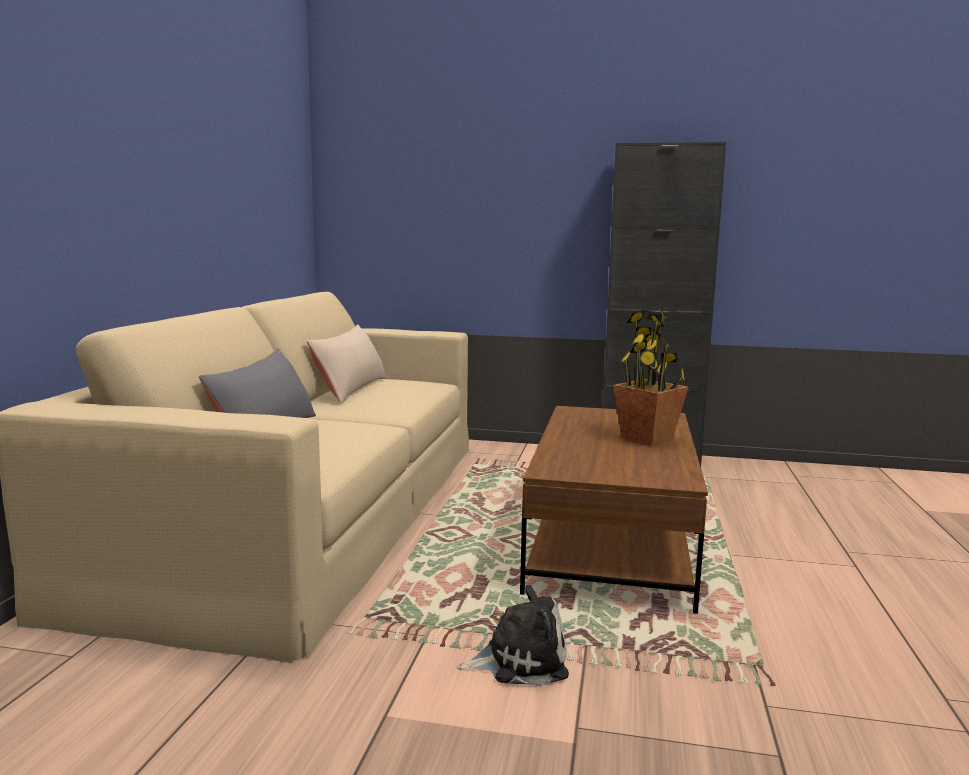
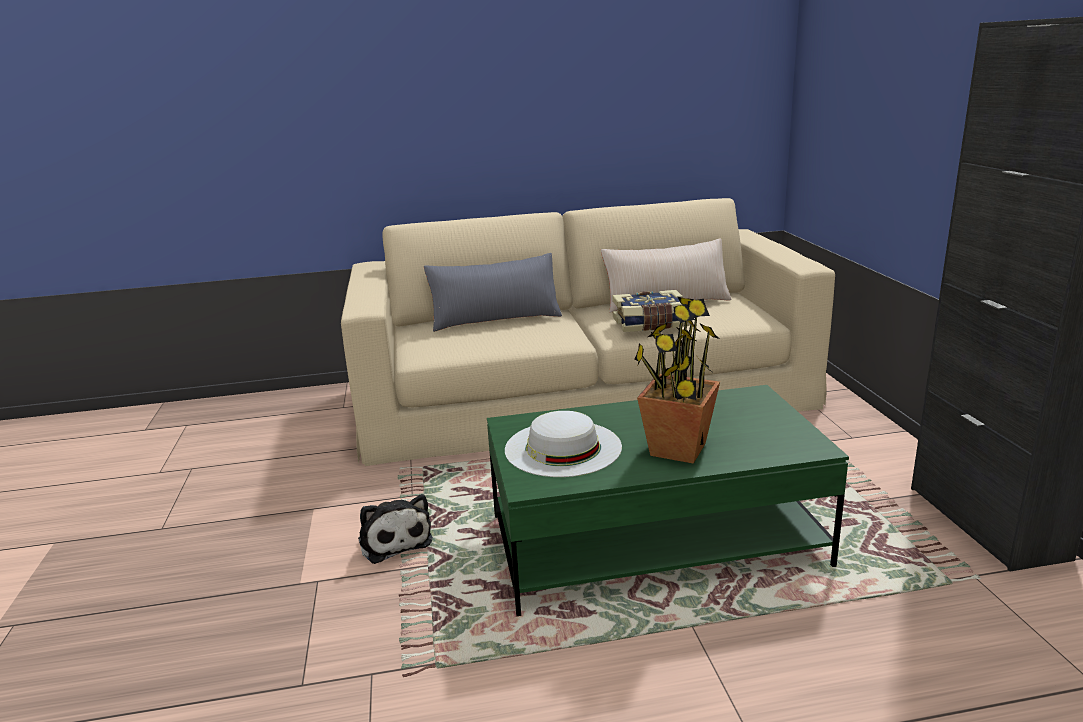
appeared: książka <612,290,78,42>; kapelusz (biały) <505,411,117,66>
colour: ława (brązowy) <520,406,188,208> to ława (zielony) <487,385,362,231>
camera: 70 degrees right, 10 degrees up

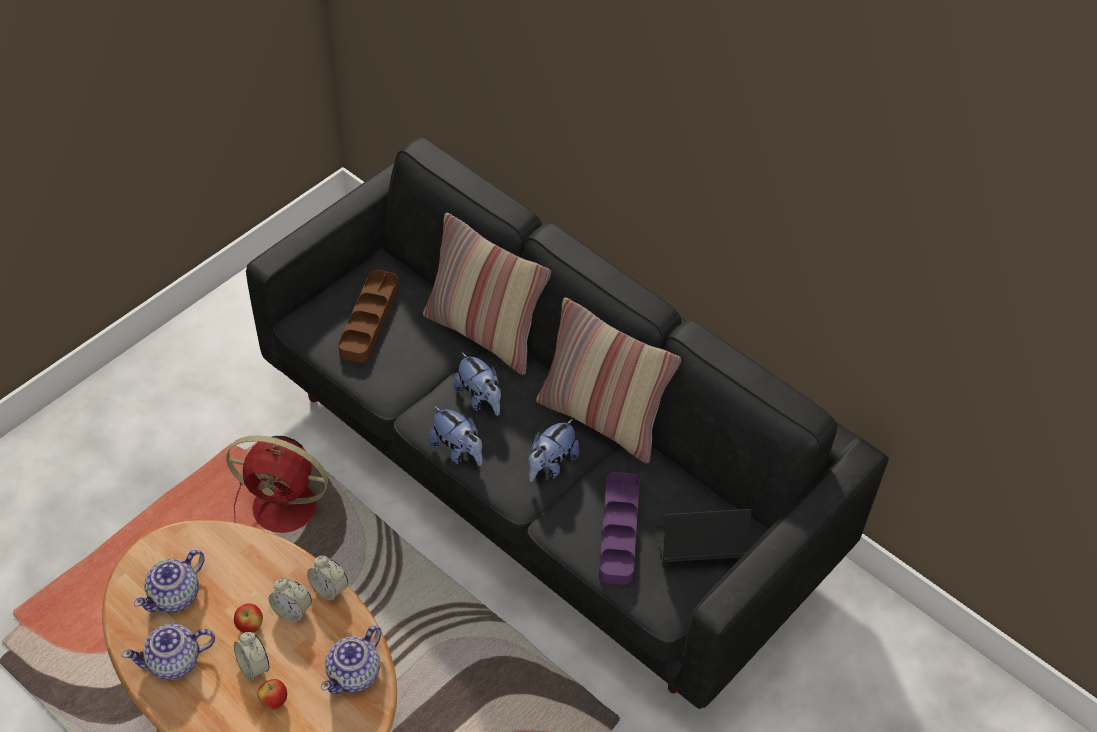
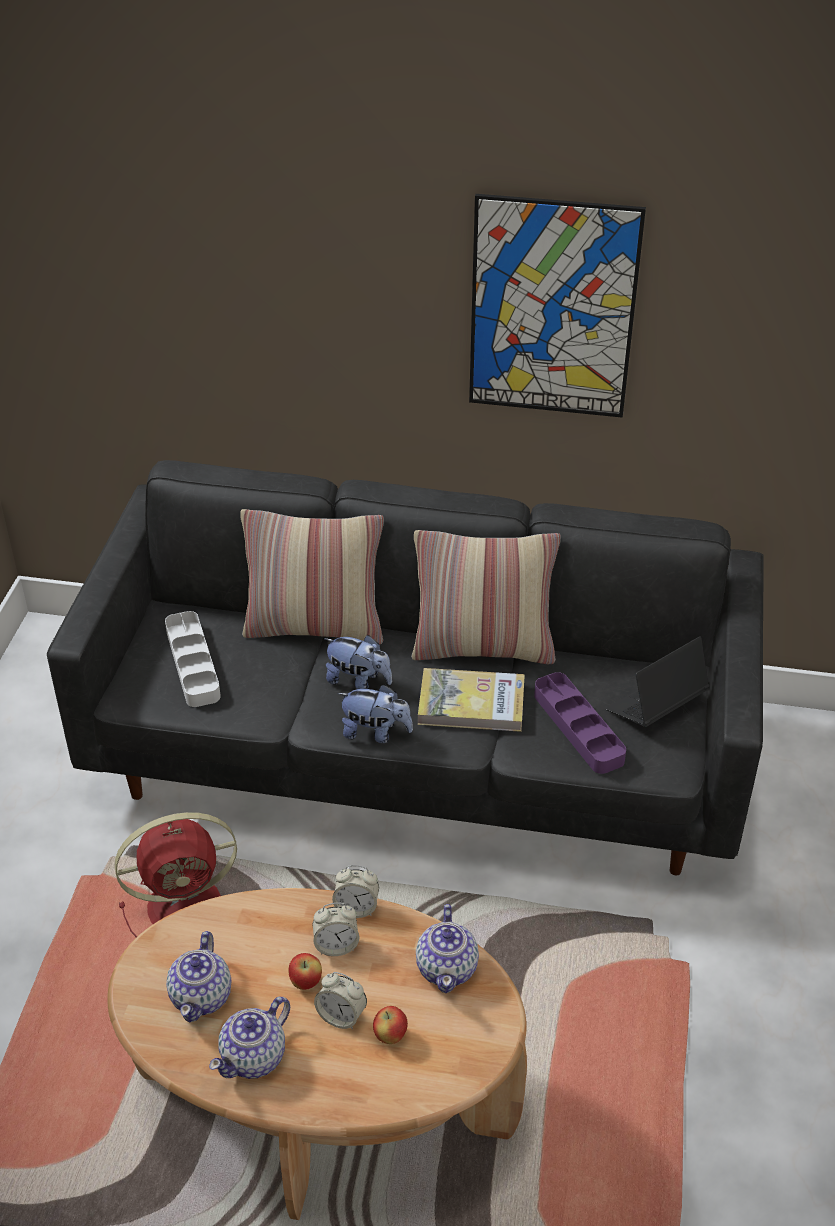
appeared: obraz <469,194,177,223>
exchanged: pluszak <529,419,51,63> to książka <418,668,107,64>
colour: taca (brązowy) <338,270,60,93> to taca (szary) <165,611,56,96>
camera: 30 degrees left, 10 degrees down

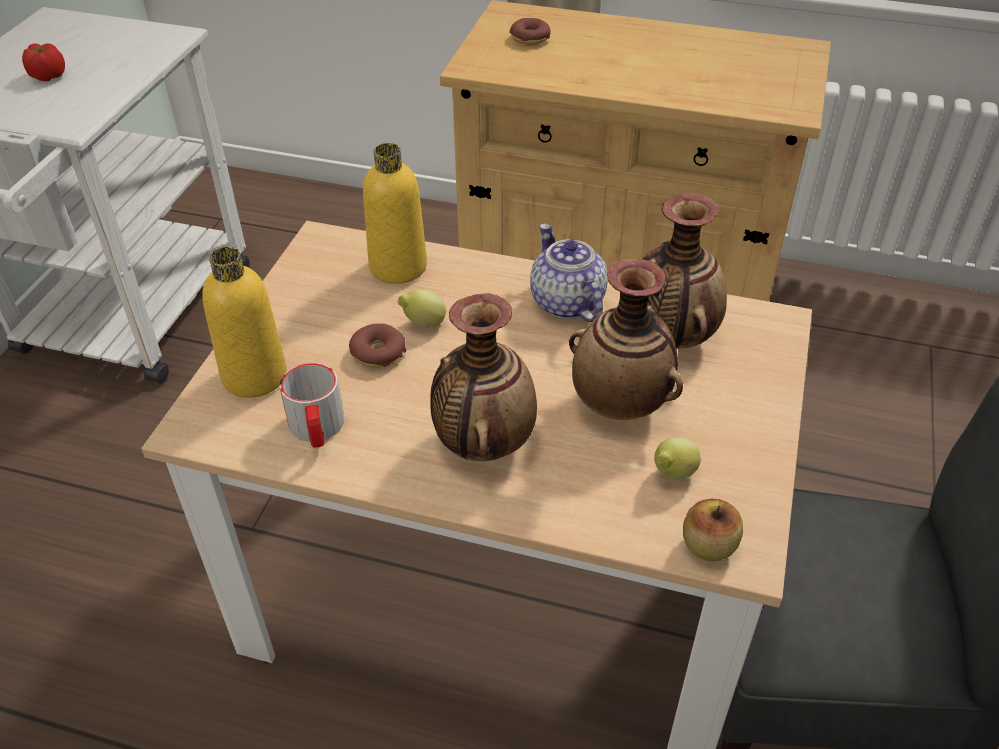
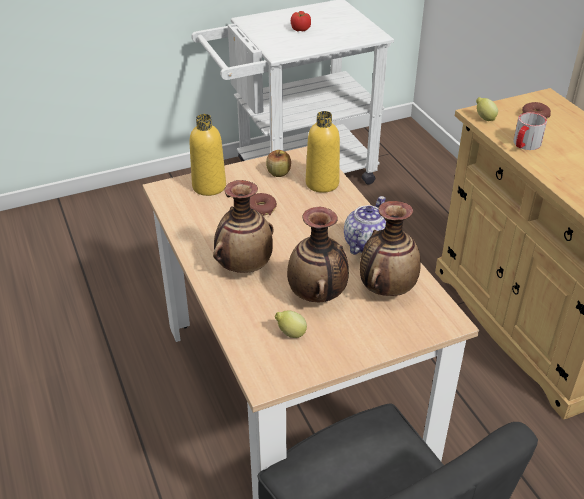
relocated: cytryna <398,290,48,38> to <476,97,22,24>; kubek <280,363,64,85> to <513,112,34,38>; jabłko <683,499,60,62> to <266,150,25,27>
camera: 50 degrees right, 5 degrees down

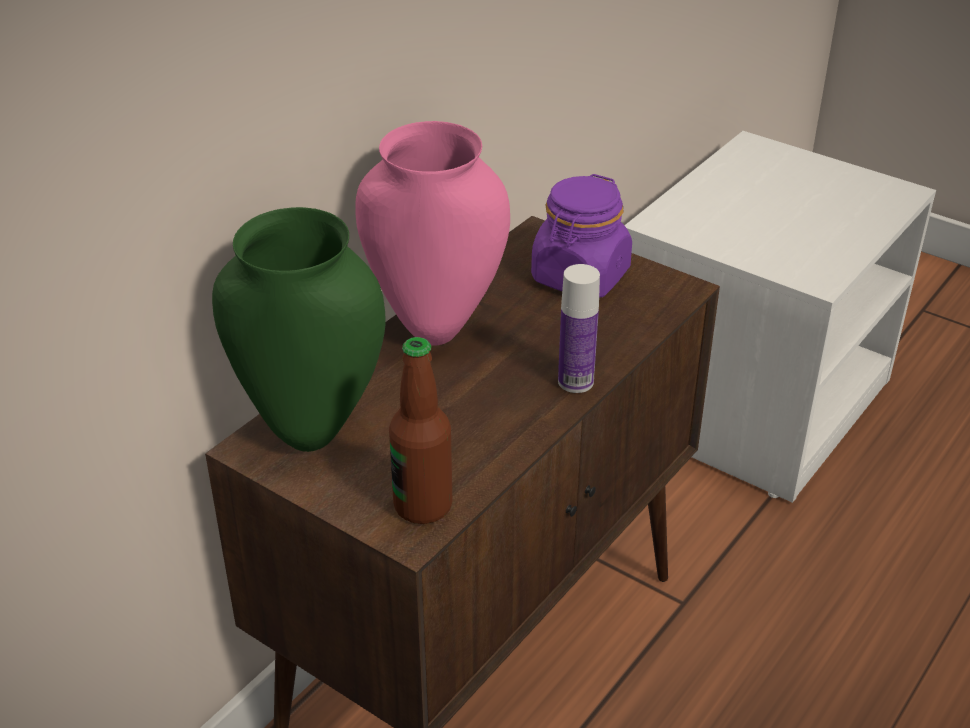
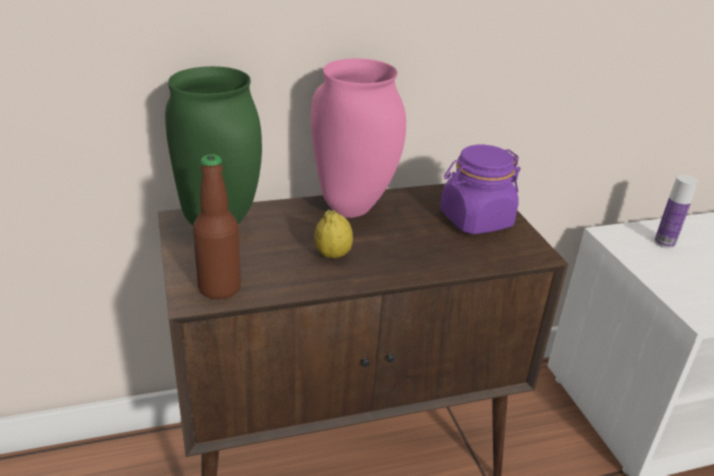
appeared: cytryna <314,210,39,48>
relocated: butelka <558,264,42,129> to <654,175,44,73>
camera: 35 degrees right, 5 degrees down

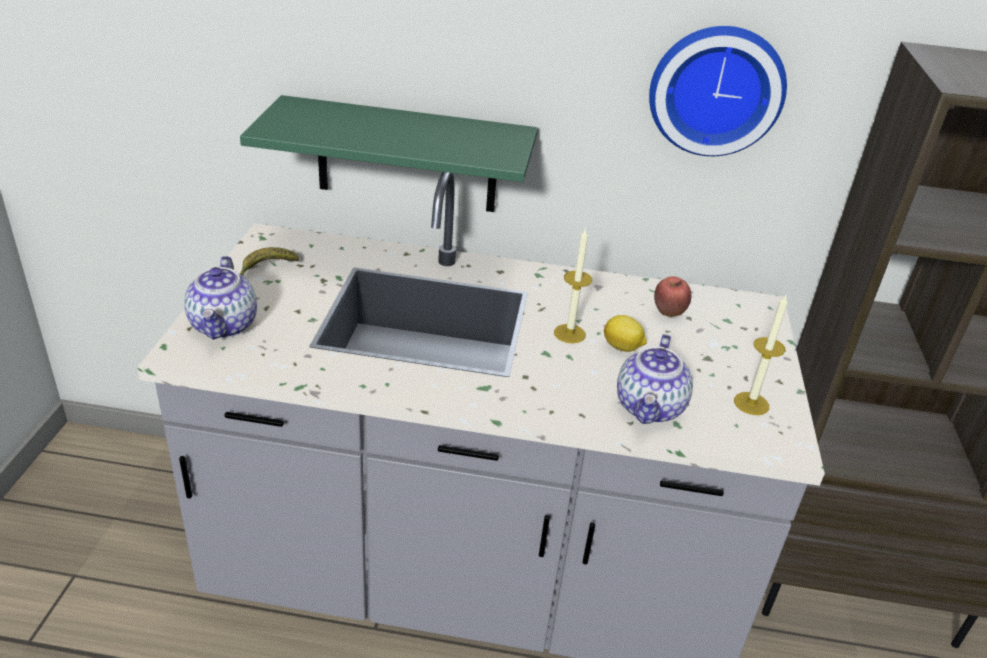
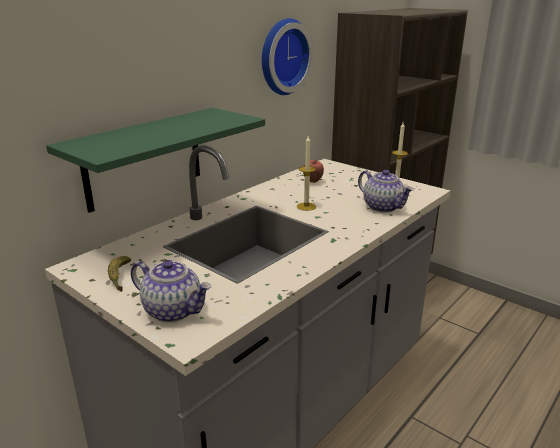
missing: cytryna <604,315,43,37>
camera: 55 degrees left, 10 degrees down

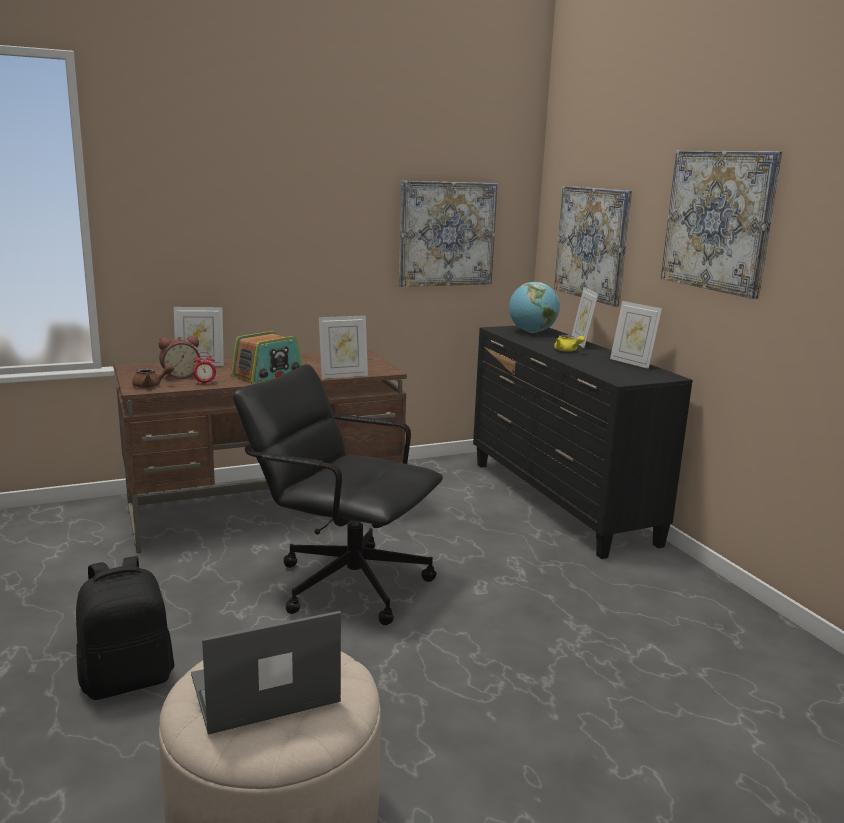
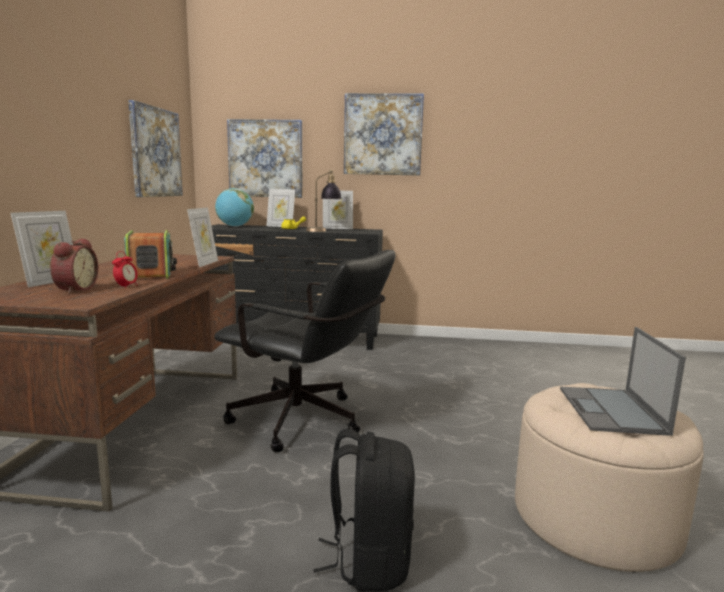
missing: imbryk (brązowy) <132,364,42,24>
appeared: lampa stołowa <306,169,36,63>
spun: krzesło biurowe (czarny) <233,364,210,261> = <214,250,181,202> 120 degrees counterclockwise
camera: 60 degrees left, 5 degrees down

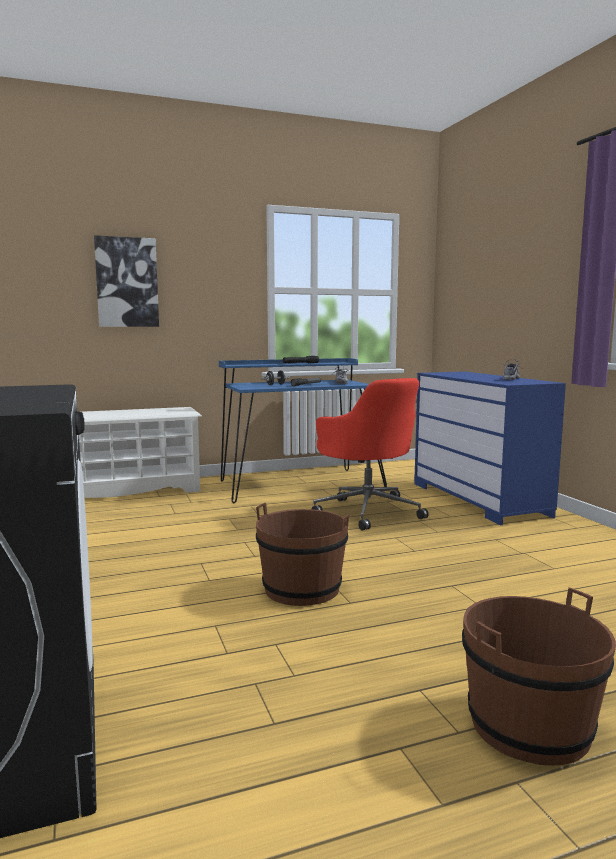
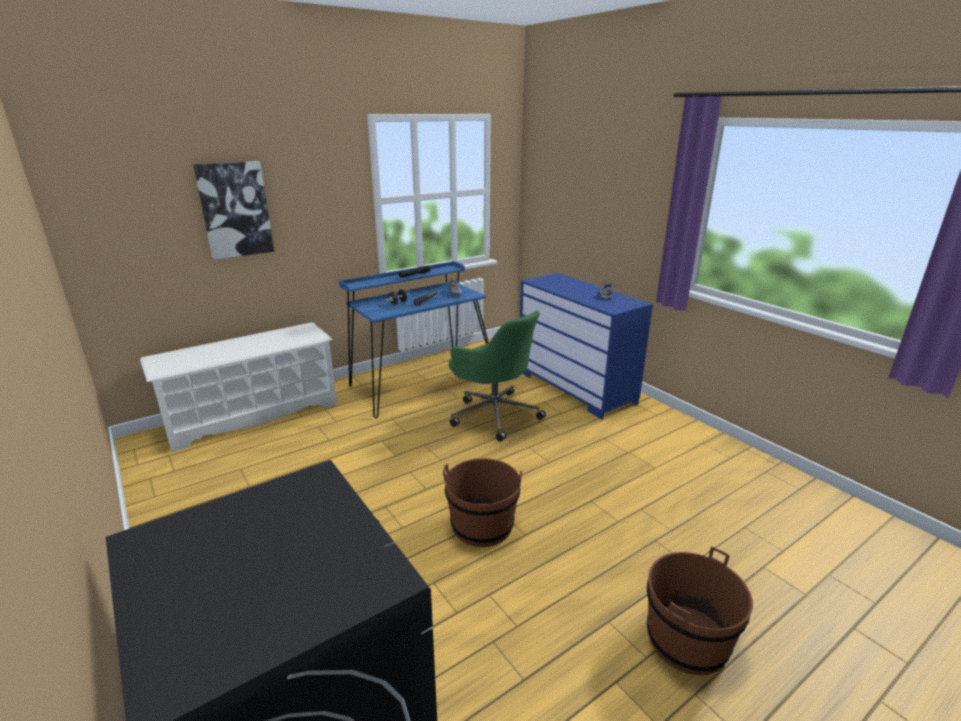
colour: krzesło biurowe (czerwony) <312,378,117,153> to krzesło biurowe (zielony) <449,310,97,132>
camera: 15 degrees left, 15 degrees up

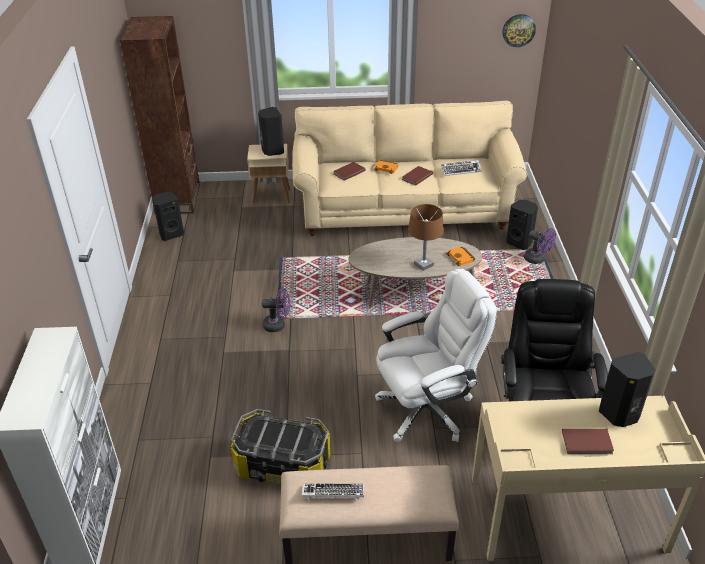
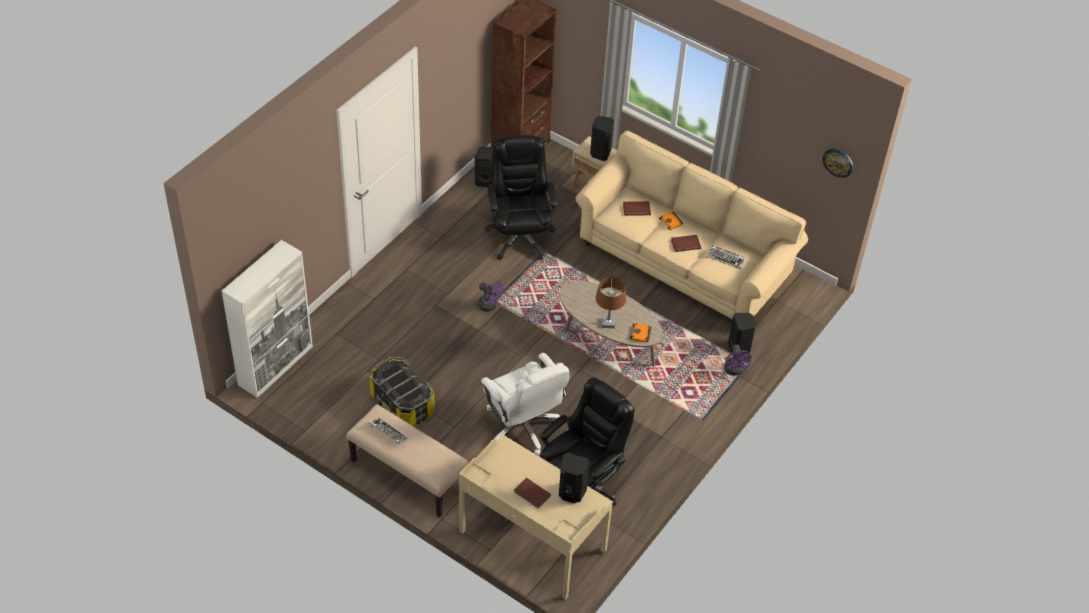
appeared: krzesło biurowe (czarny) <485,135,72,125>
spun: krzesło biurowe (biały) <375,269,122,173> = <481,353,89,102> 45 degrees clockwise
camera: 35 degrees right, 10 degrees up

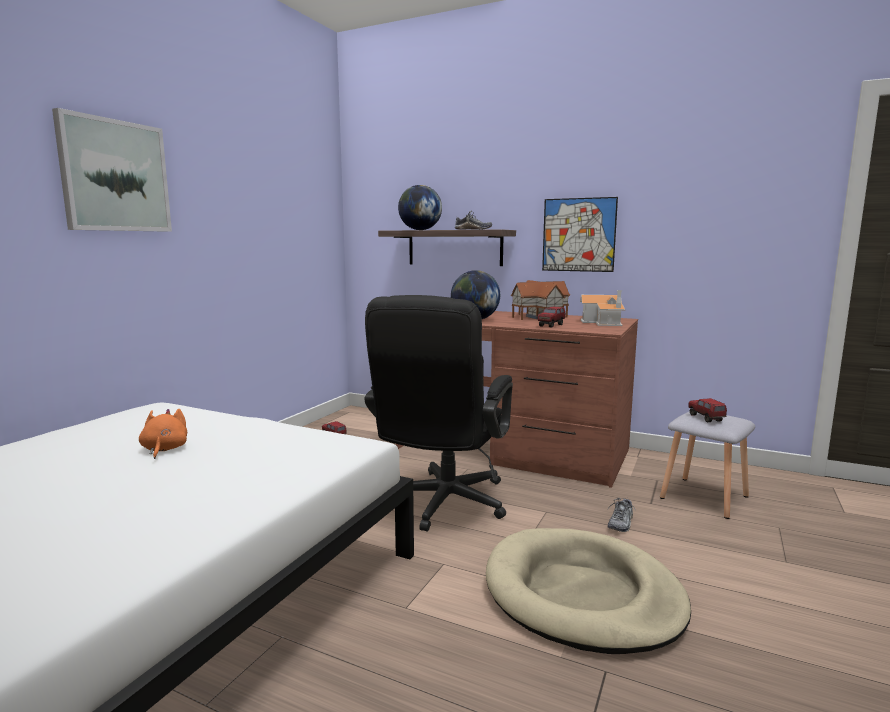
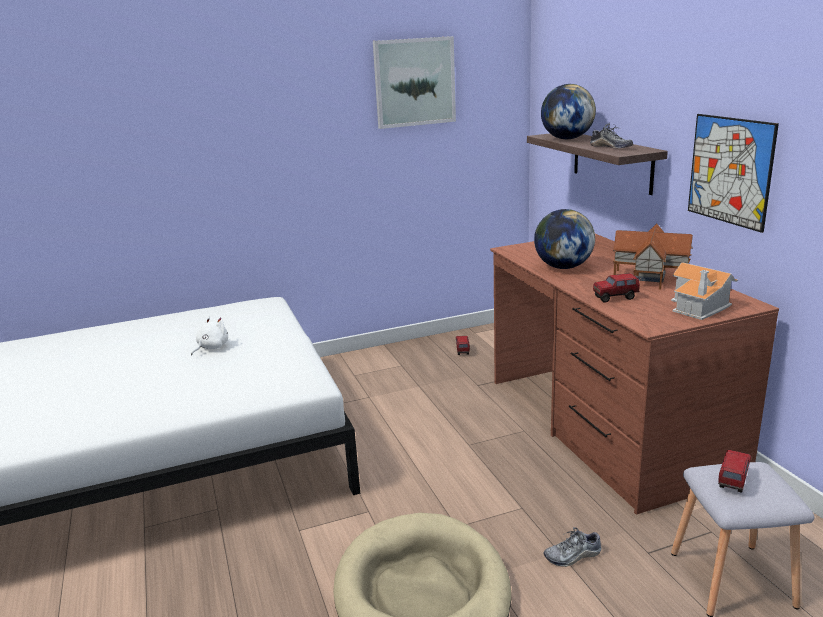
missing: krzesło biurowe (czarny) <364,295,149,237>
relocated: obraz <52,108,120,124> to <373,36,83,93>
colour: pluszak (pomarańczowy) <139,409,48,50> to pluszak (biały) <191,317,37,38>
camera: 45 degrees right, 10 degrees up

